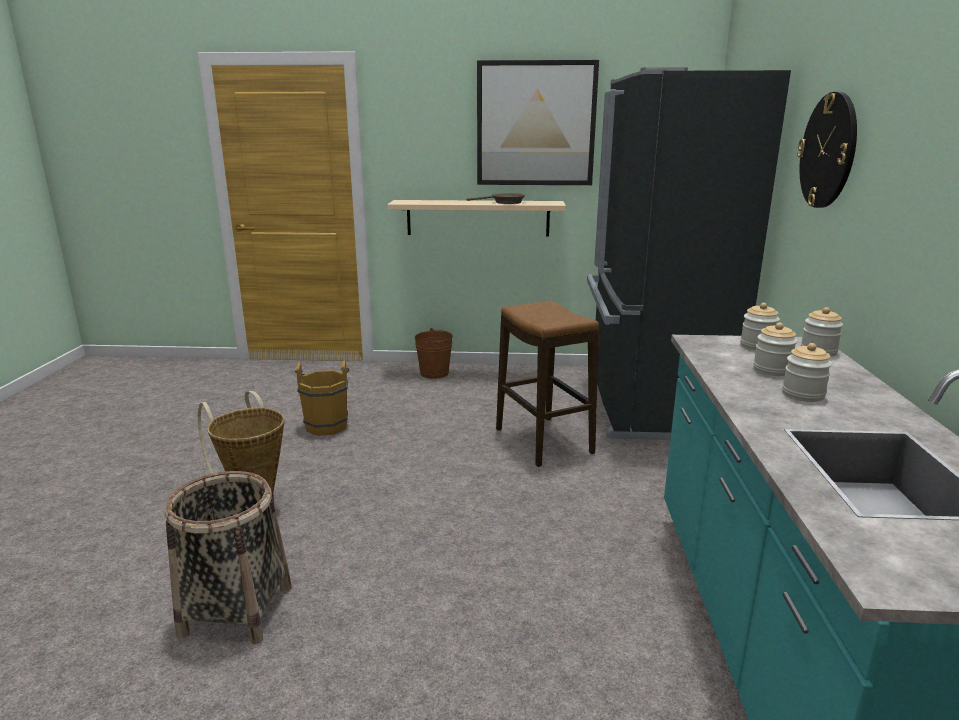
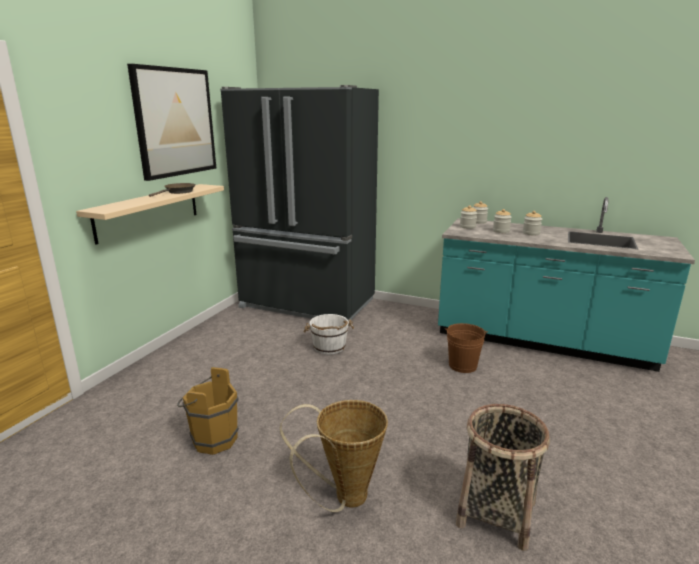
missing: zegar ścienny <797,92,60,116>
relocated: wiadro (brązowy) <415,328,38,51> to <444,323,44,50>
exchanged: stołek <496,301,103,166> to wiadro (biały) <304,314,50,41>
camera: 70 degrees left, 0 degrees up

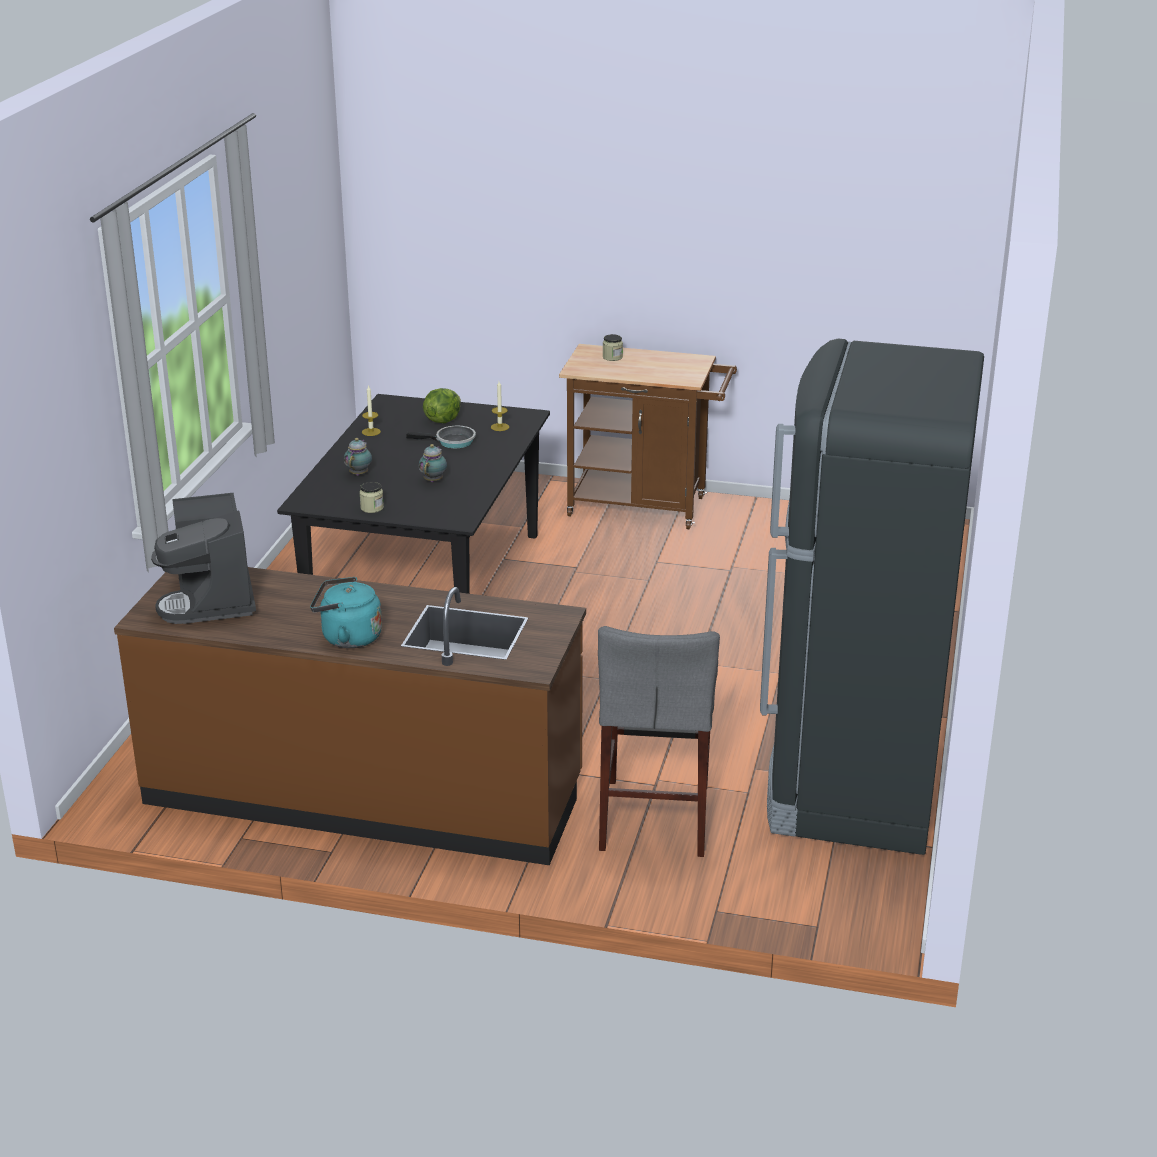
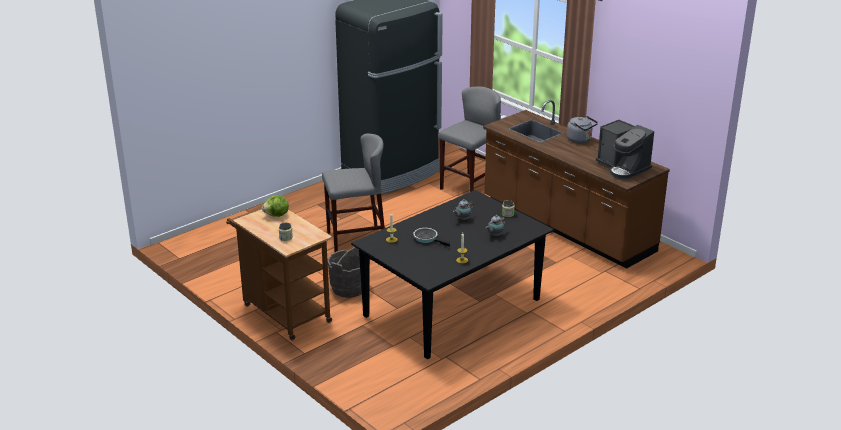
appeared: stołek (szary) <322,133,63,119>; wiadro (szary) <328,246,34,52>
relocated: sałata <423,388,38,35> to <262,195,27,22>
colour: czajnik (turkusowy) <310,577,72,71> to czajnik (szary) <567,116,31,27>
spun: ekspres do kawy <151,493,105,131> = <596,120,58,60> 120 degrees clockwise
camera: 145 degrees left, 0 degrees up

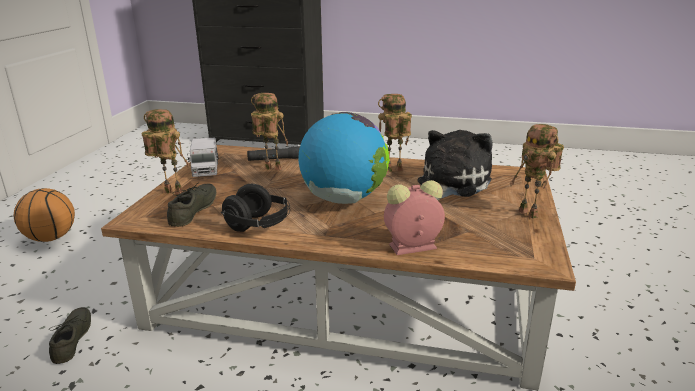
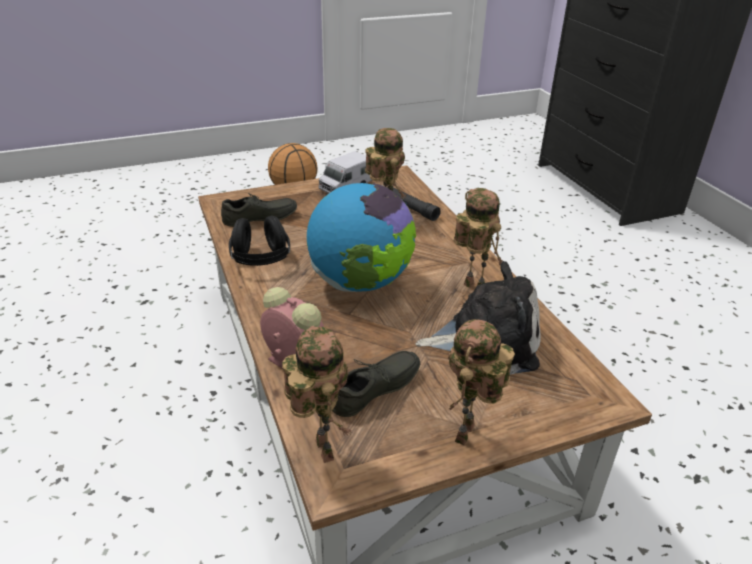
relocated: robot zabawkowy <141,109,49,86> to <282,326,71,137>; but (szary) <49,307,42,57> to <333,351,87,66>
camera: 55 degrees right, 10 degrees up

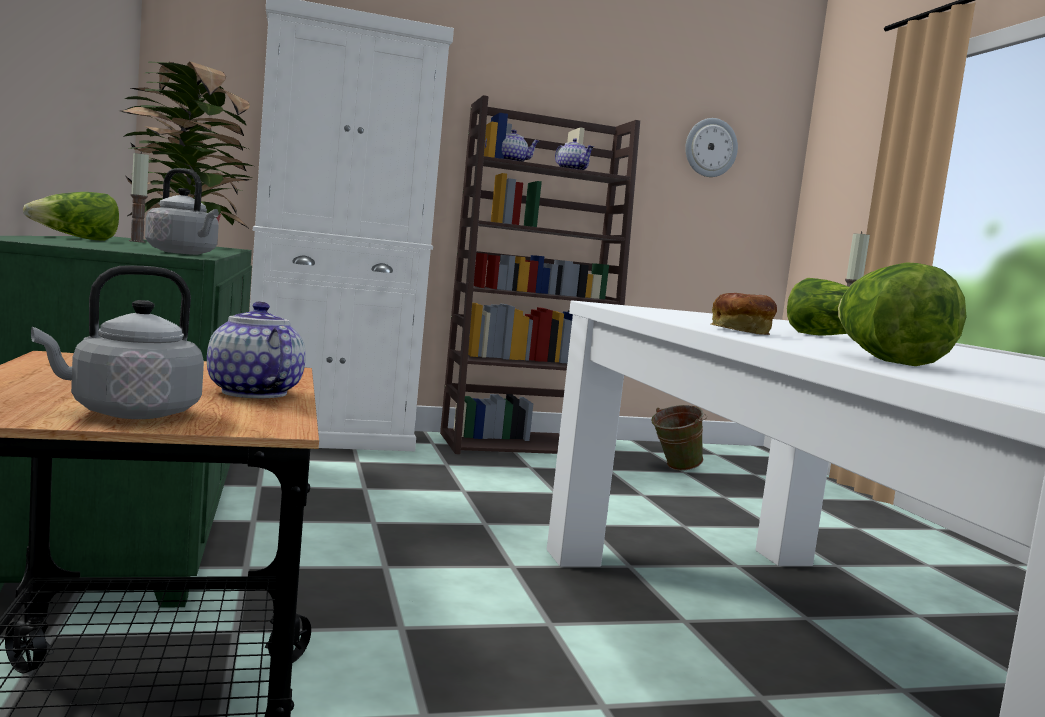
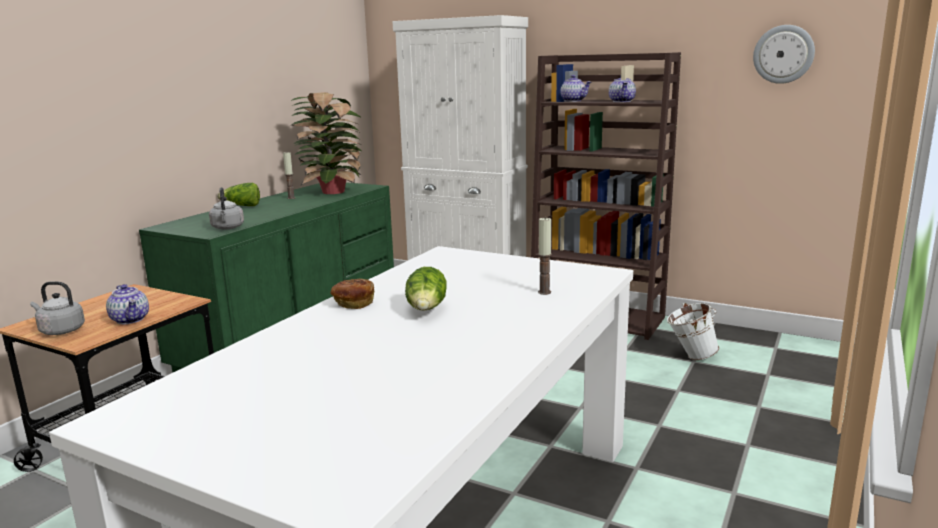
missing: sałata <838,263,129,103>
colour: wiadro (zielony) <651,405,56,66> to wiadro (biały) <667,303,52,57>
spun: imbryk <207,301,99,97> = <106,284,43,40> 135 degrees clockwise
camera: 45 degrees right, 10 degrees up

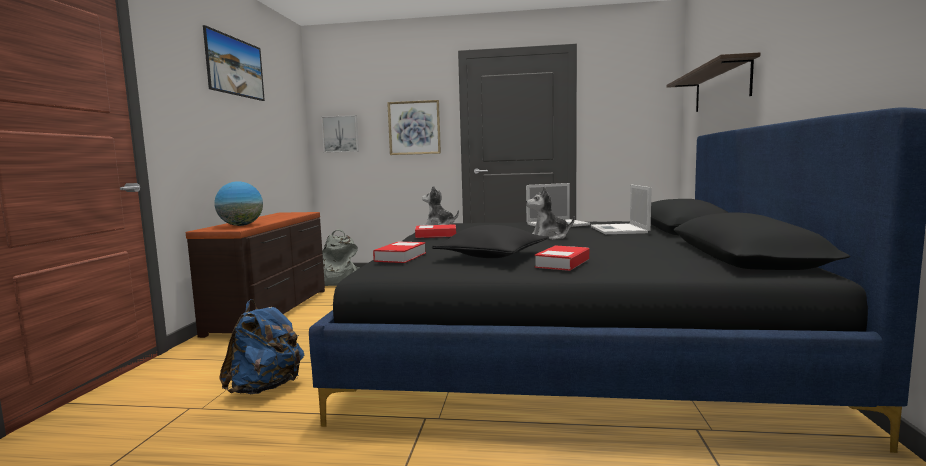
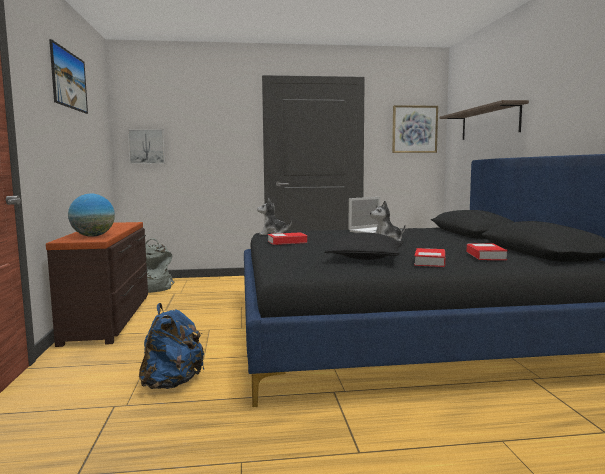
missing: laptop <591,185,61,49>
relocated: obraz <387,100,54,55> to <392,105,46,48>; książka <373,242,53,21> to <467,244,41,16>
camera: 15 degrees left, 0 degrees up

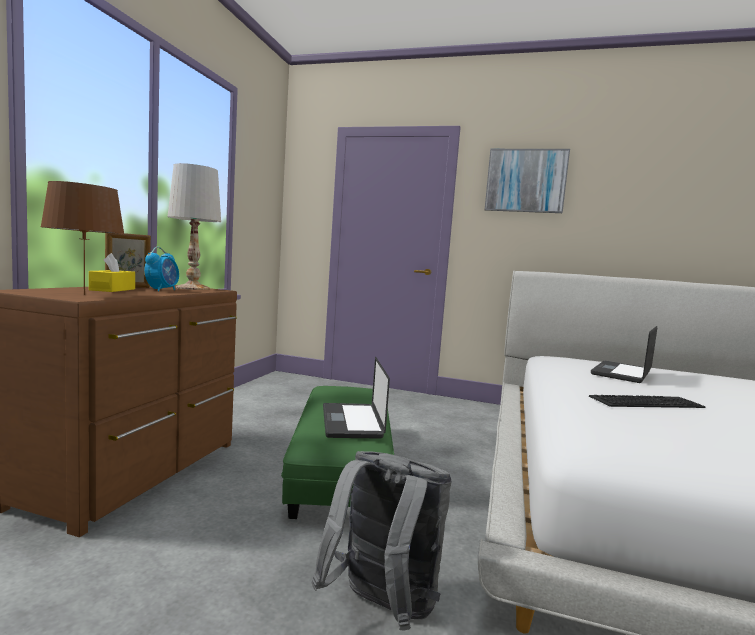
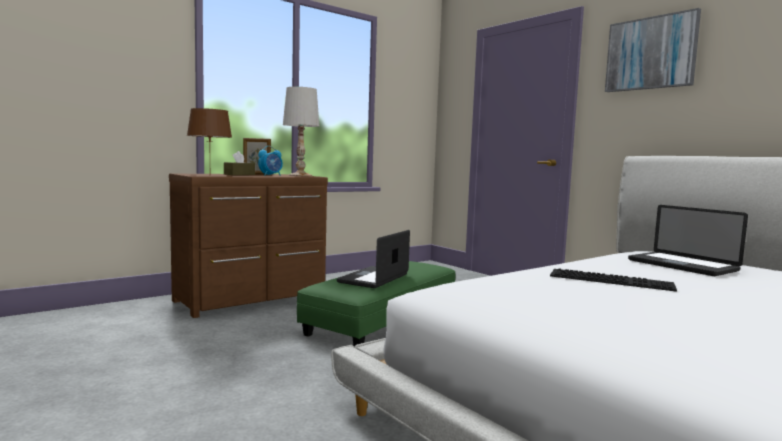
missing: plecak (szary) <312,451,140,180>
colour: pudełko chusteczek (żółty) <89,253,46,39> to pudełko chusteczek (brązowy) <224,151,31,24>
spun: laptop <591,326,66,57> = <628,205,120,71> 105 degrees counterclockwise
camera: 35 degrees right, 0 degrees up

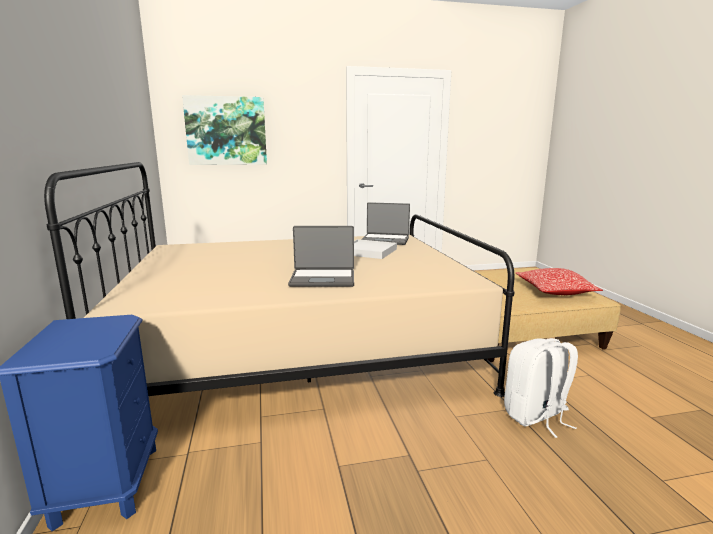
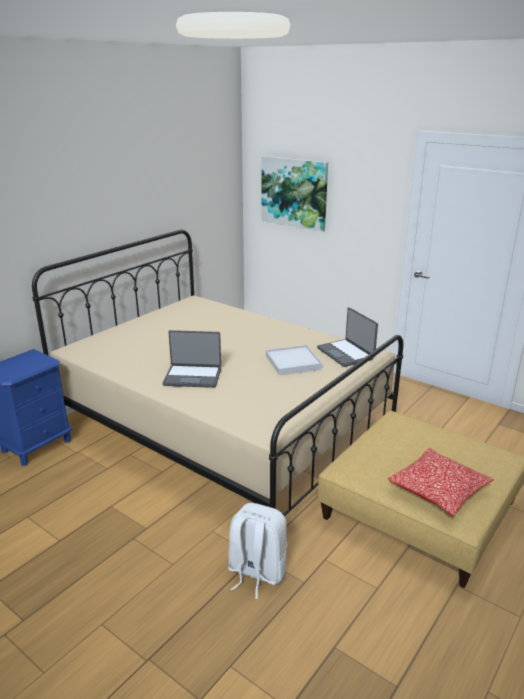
spun: laptop <288,226,66,61> = <163,330,58,58> 45 degrees counterclockwise
camera: 50 degrees right, 10 degrees up

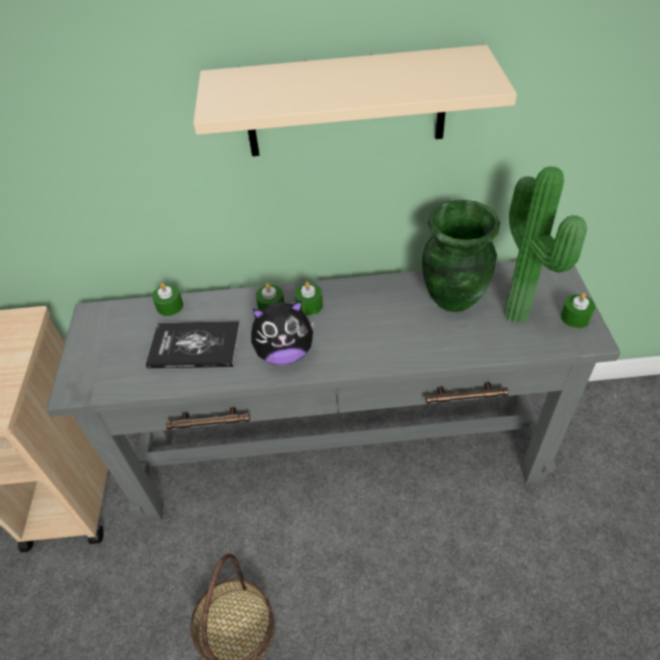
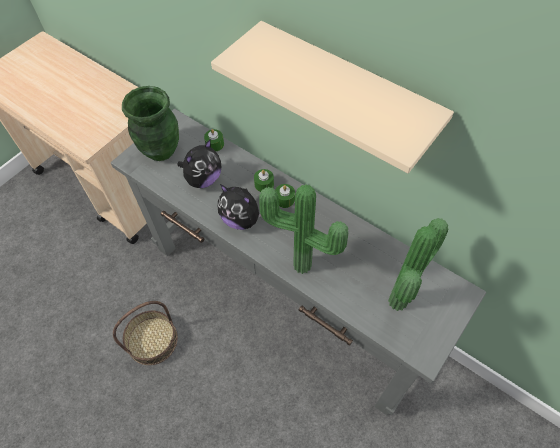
missing: świeca (zielony) <561,293,34,35>
appeared: roślina doniczkowa <259,184,89,90>
relocated: wazon (zielony) <422,200,78,112> to <122,86,57,75>
exchanged: książka <146,321,95,48> to pluszak <177,140,44,48>
camera: 40 degrees right, 10 degrees up

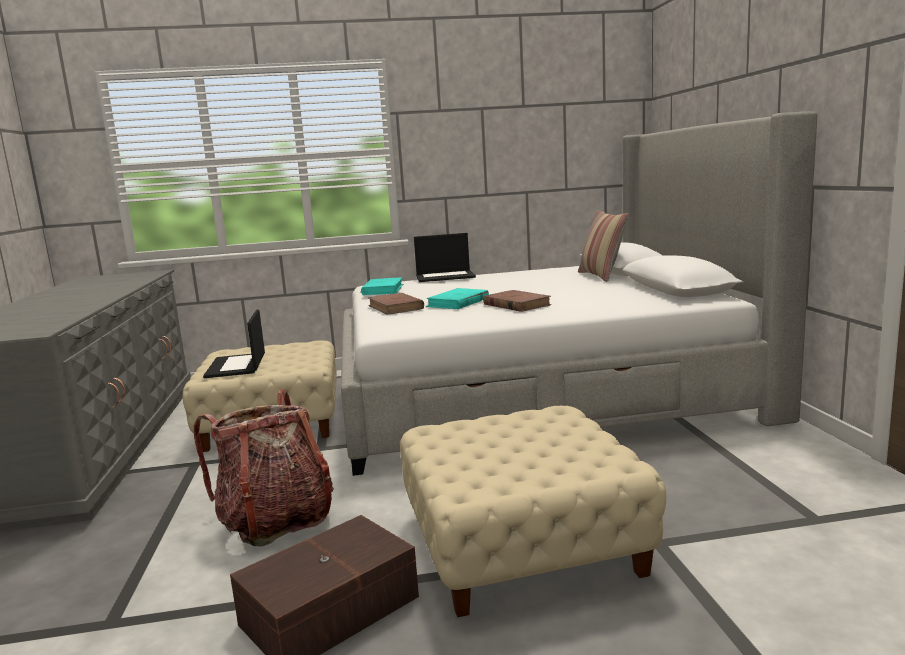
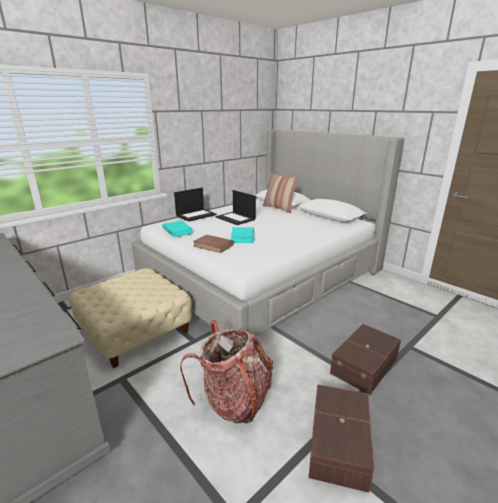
missing: książka (brązowy) <483,290,68,22>
relocated: laptop <203,309,62,69> to <215,190,41,35>
exchanged: pufa (beżowy) <400,406,266,211> to pojemnik do przechowywania (brązowy) <330,324,71,71>
camera: 35 degrees left, 10 degrees up

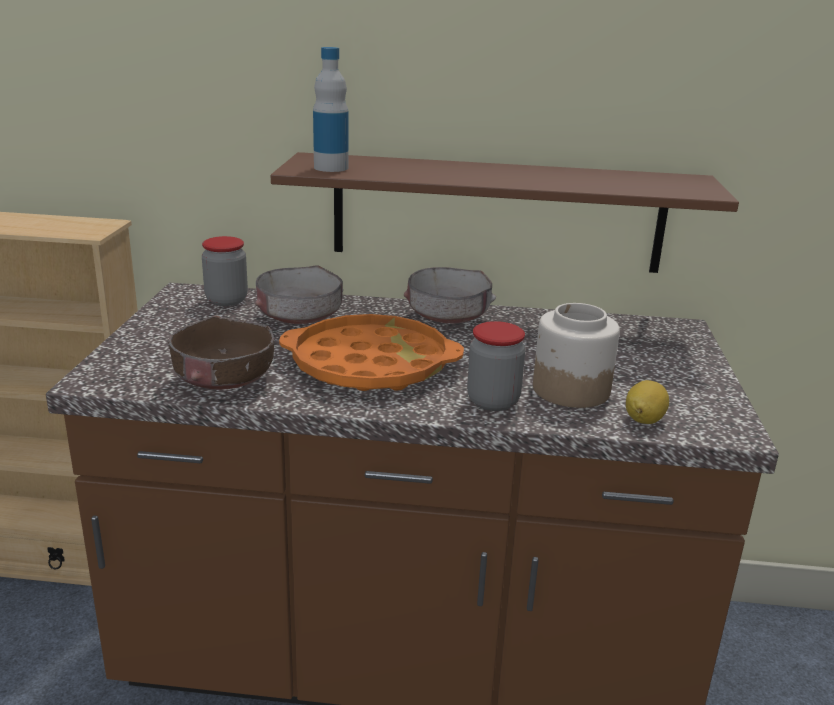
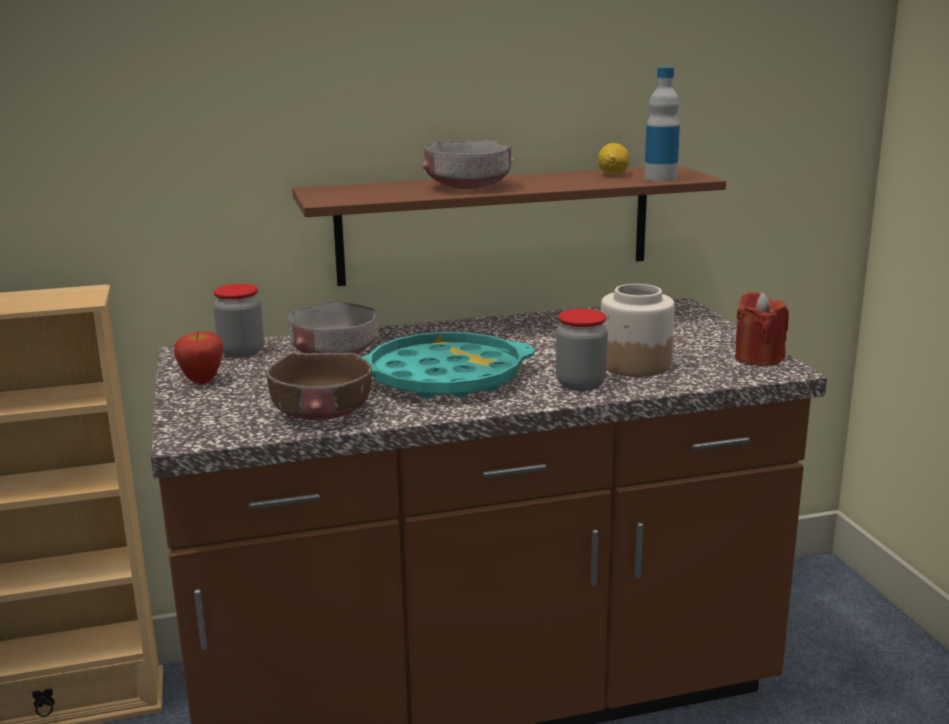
appeared: świeca (czerwony) <735,292,54,74>; jabłko <174,331,49,53>
relocated: butelka <313,47,35,125> to <644,67,36,114>; miska (szary) <404,267,92,56> to <422,137,91,52>; cytryna <626,380,43,44> to <598,143,32,32>
colour: taca (pomarańczowy) <279,314,185,77> to taca (turkusowy) <362,332,173,66>
camera: 20 degrees left, 5 degrees down

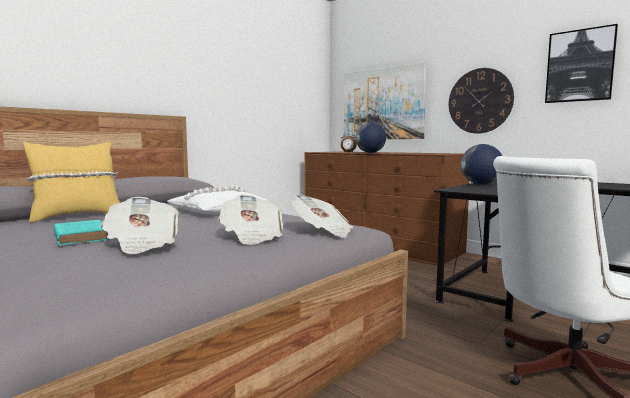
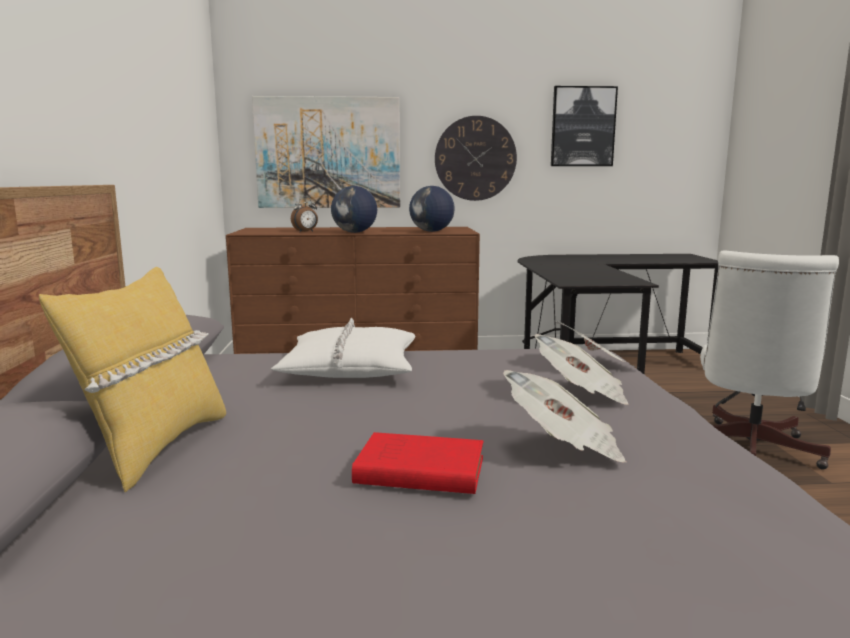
relocated: globus <460,144,42,41> to <409,186,46,46>
colour: książka (turkusowy) <53,220,56,25> to książka (czerwony) <352,432,131,62>
camera: 45 degrees left, 5 degrees up

